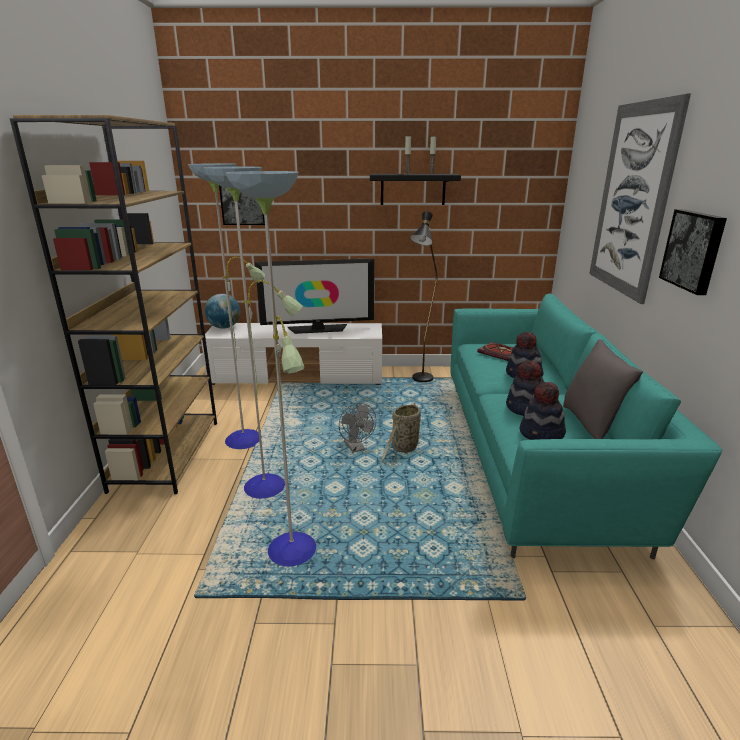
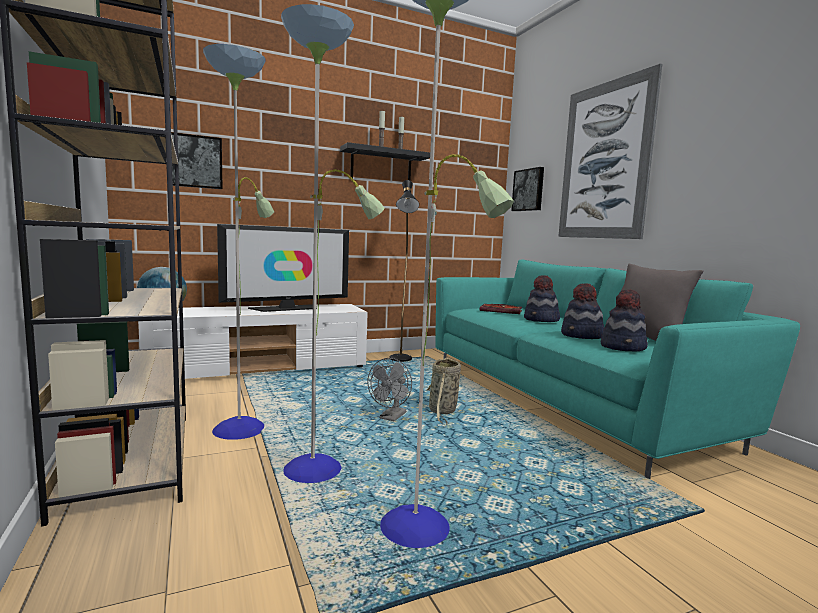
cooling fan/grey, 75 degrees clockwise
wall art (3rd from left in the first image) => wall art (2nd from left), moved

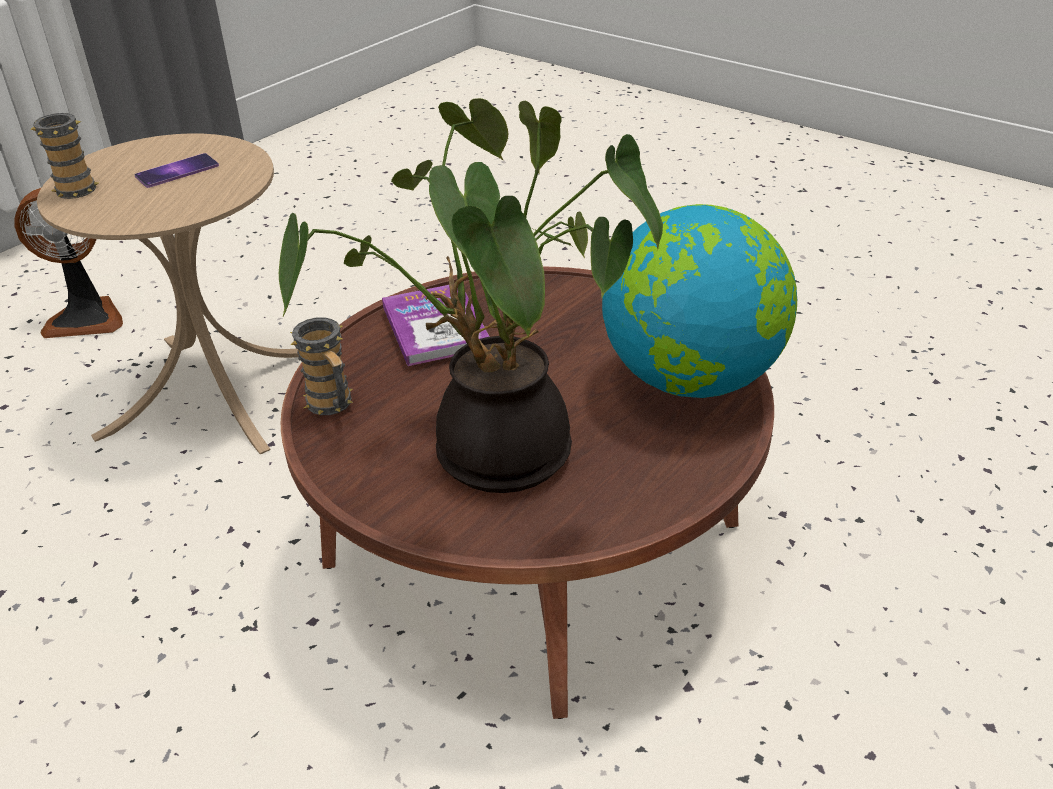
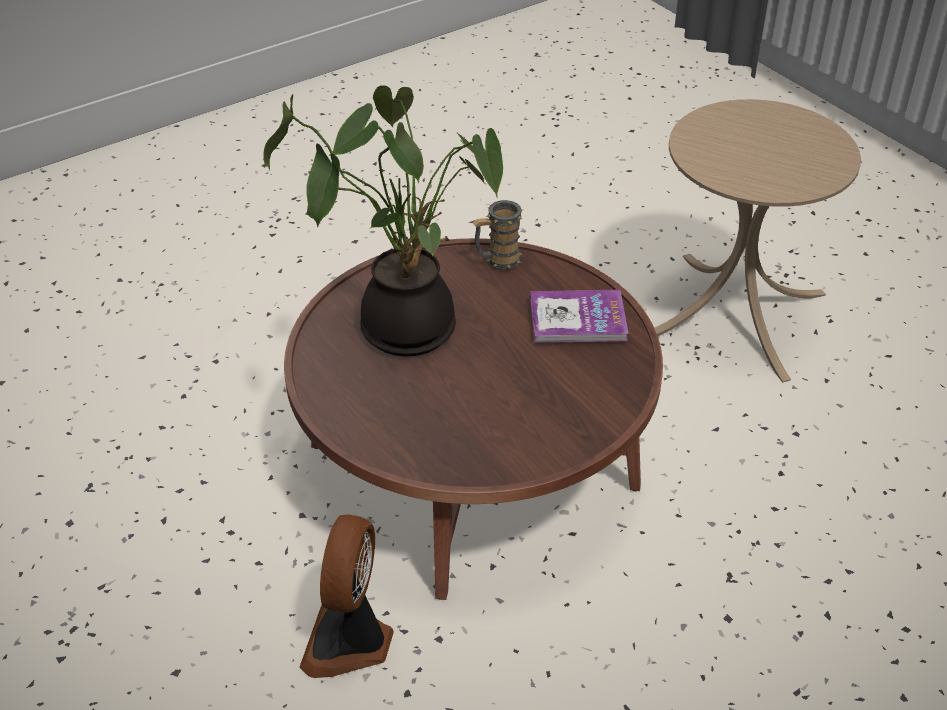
cooling fan, moved
mug (1st from left) => nothing
telephone => nothing
desk globe => nothing

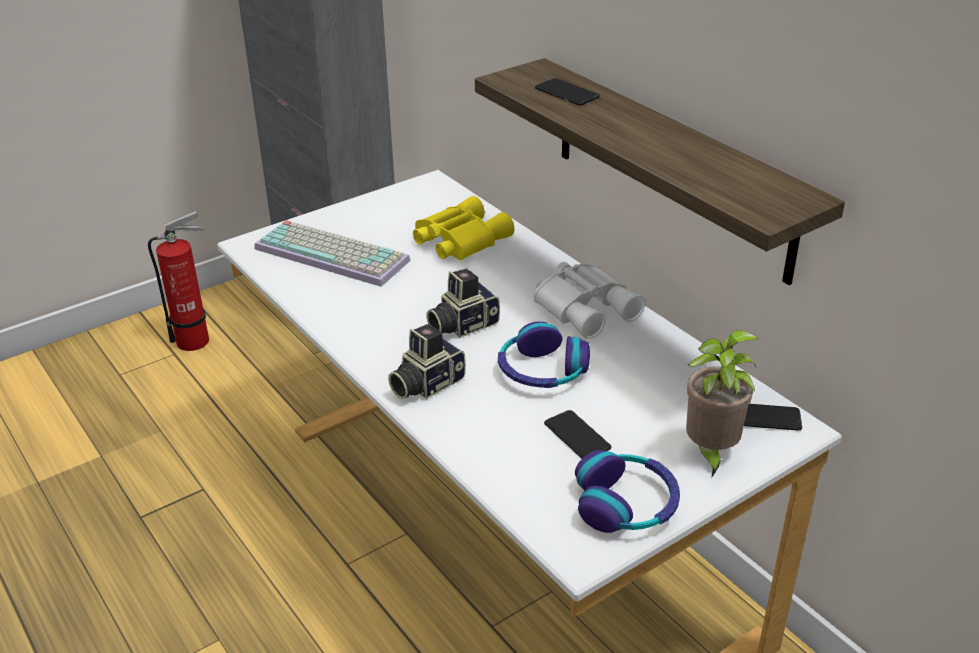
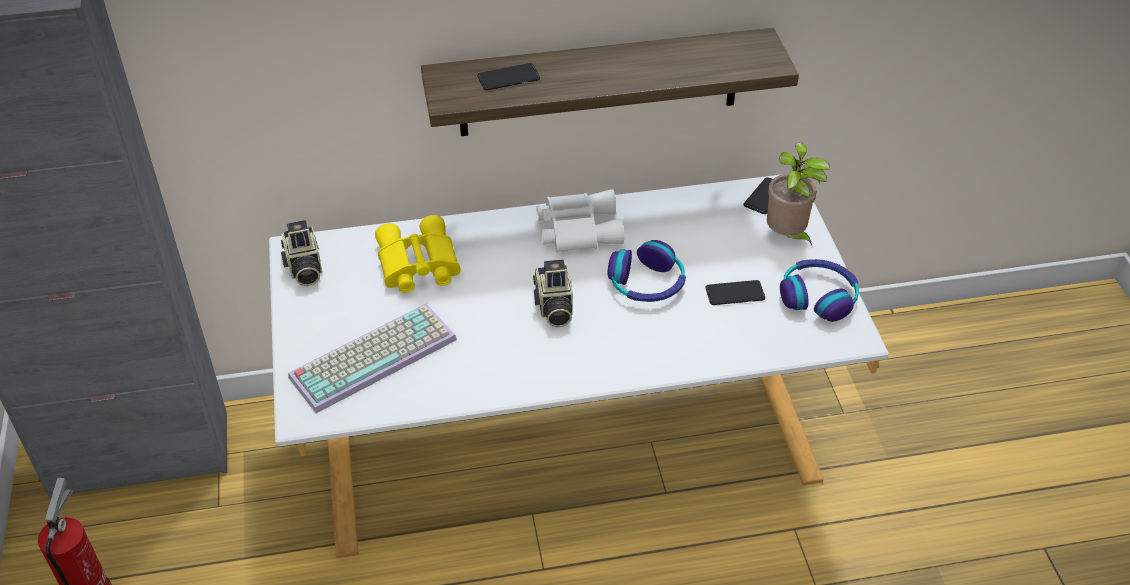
still camera (1st from left), moved

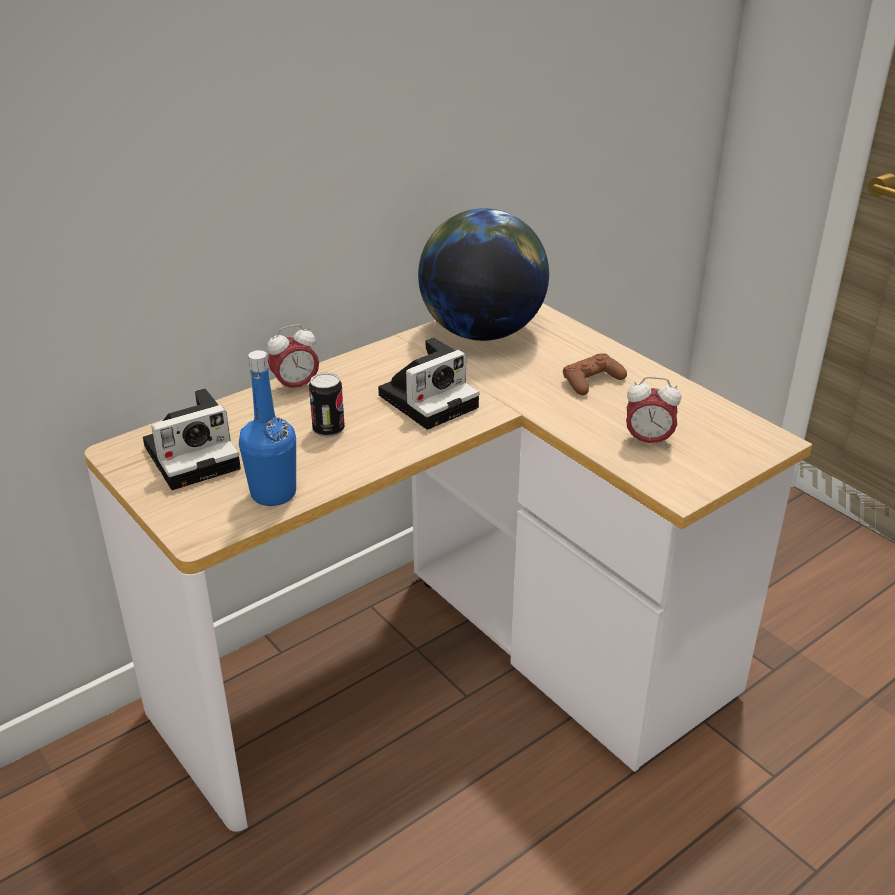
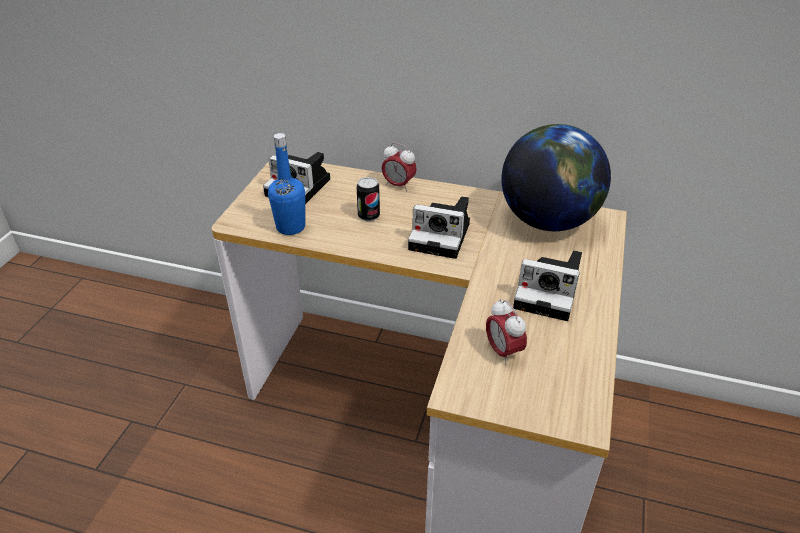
game controller/brownish => still camera (3rd from left)

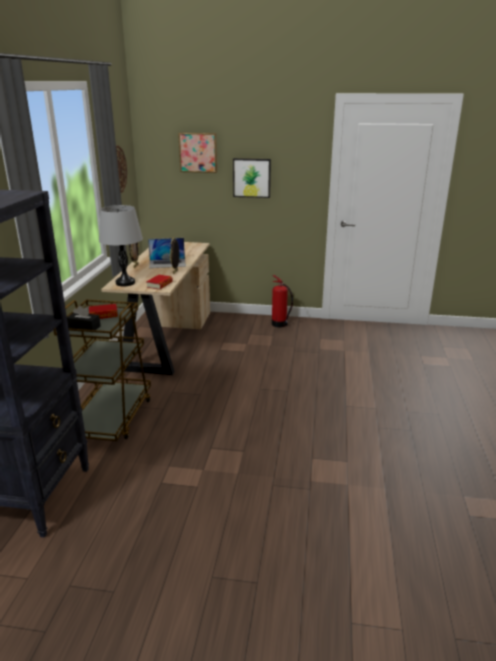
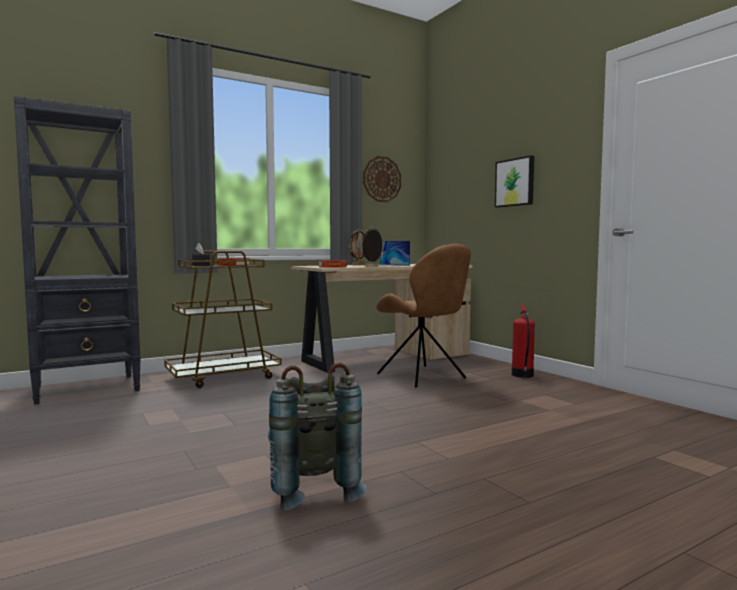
tabletop lamp/grey => nothing
wall art (1st from left) => nothing
nothing => rucksack/grey
nothing => upright chair/brownish

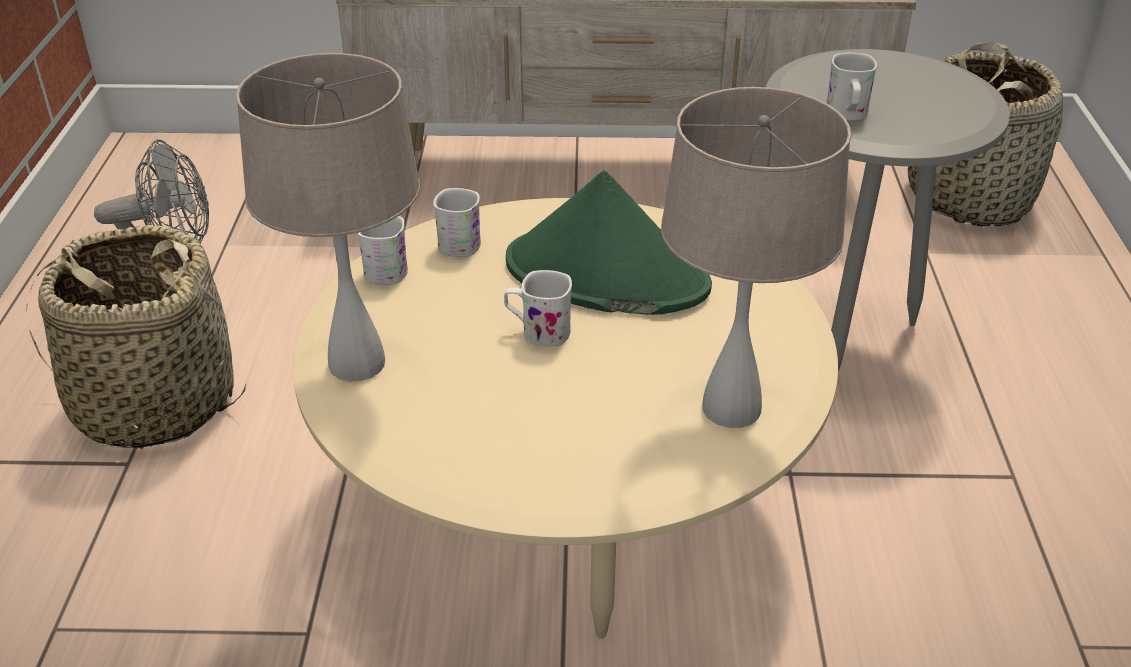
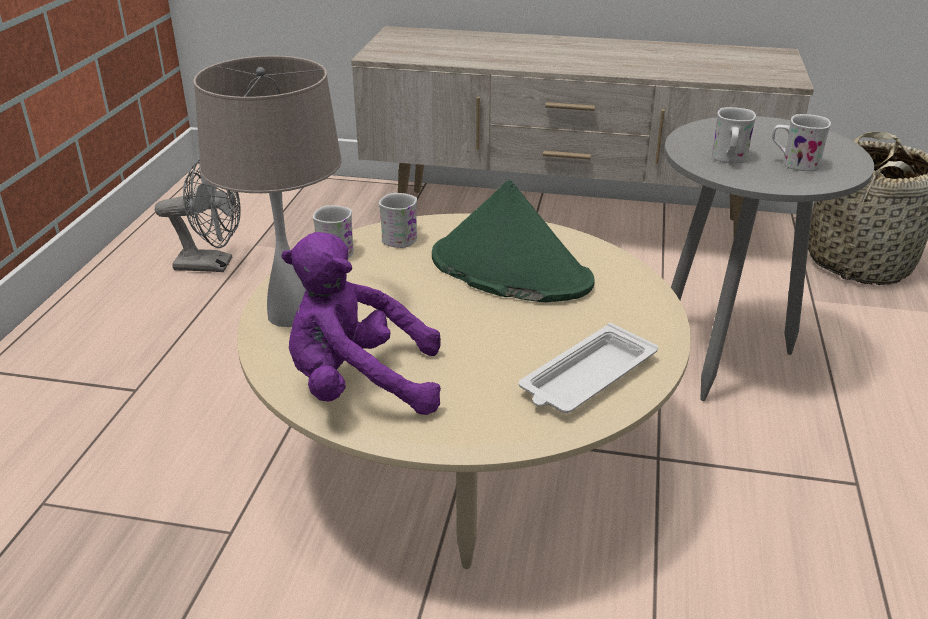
basket (1st from left) => nothing
mug/white (3rd from left in the first image) => mug/white (4th from left), moved
tabletop lamp/beige (2nd from left) => carrying tray/white
nothing => cuddly toy/purple-coloured

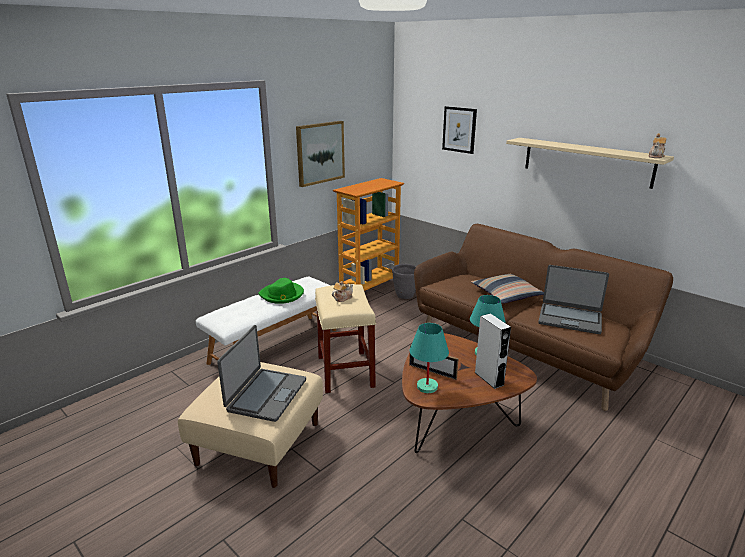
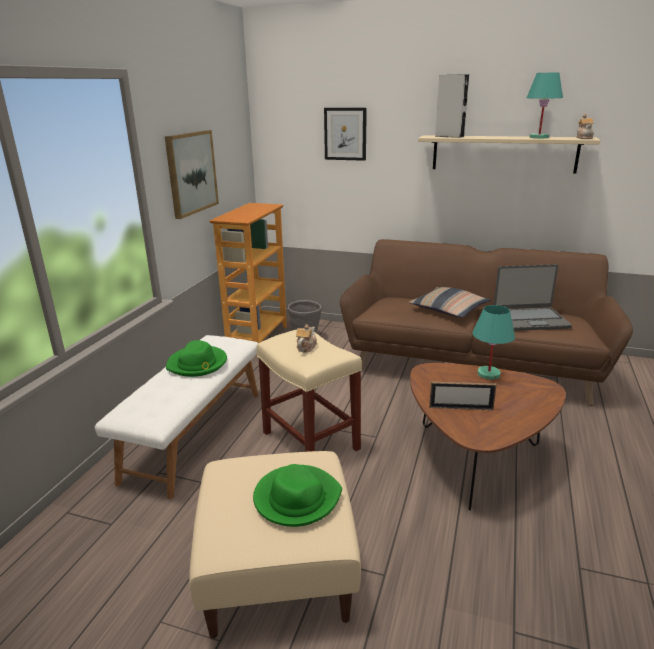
laptop (1st from left) => wearable hat/green (2nd from left)
tabletop lamp/blue-green (1st from left in the first image) => tabletop lamp/blue-green (2nd from left), moved
loudspeaker/grey, moved

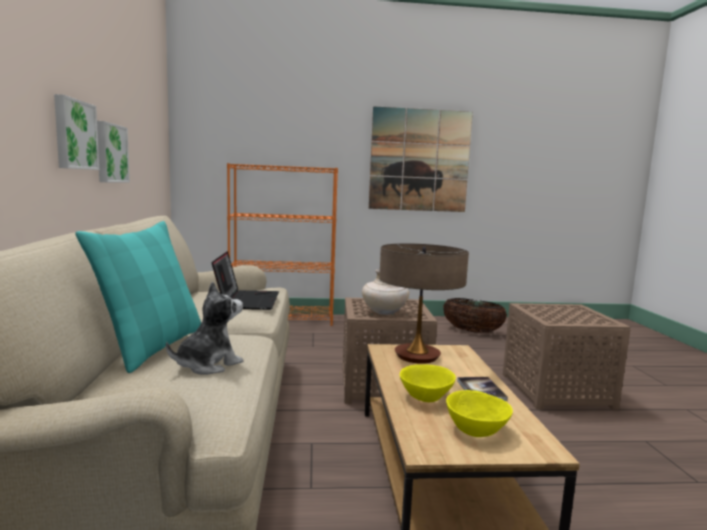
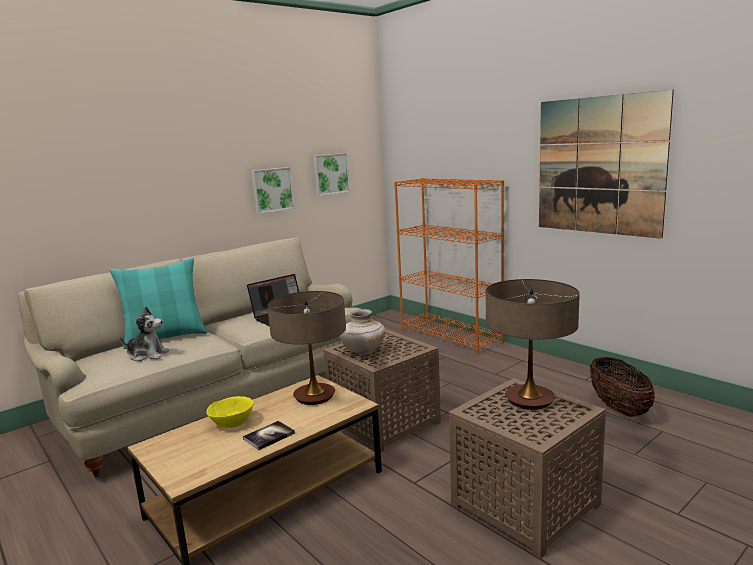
wall art (1st from left in the first image) => wall art (2nd from left), moved
bowl/yellow (2nd from left) => nothing
nothing => tabletop lamp (2nd from left)

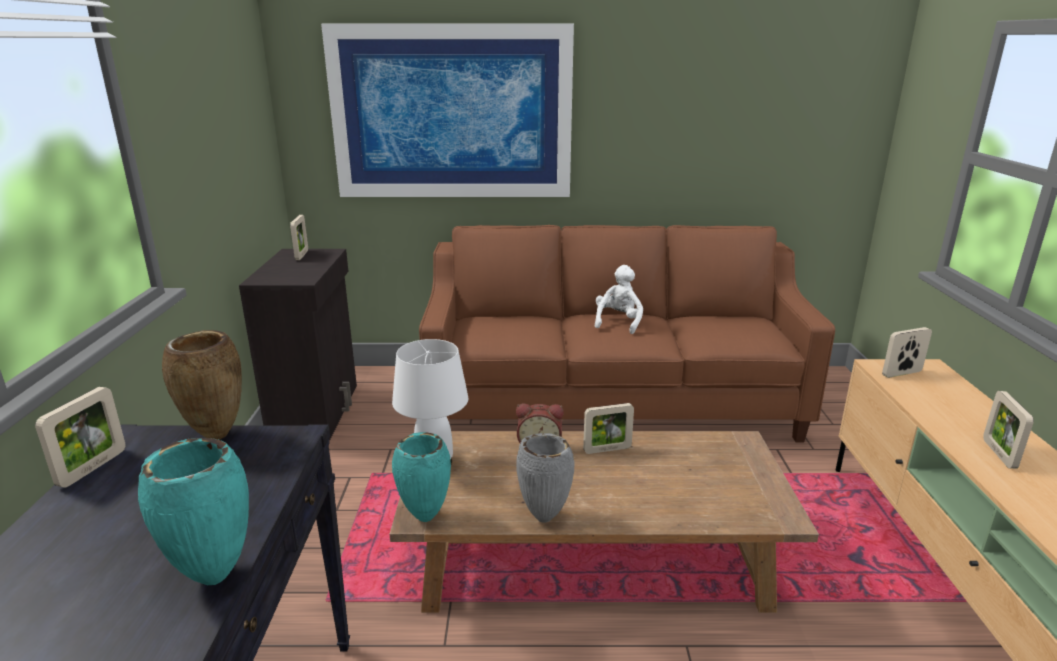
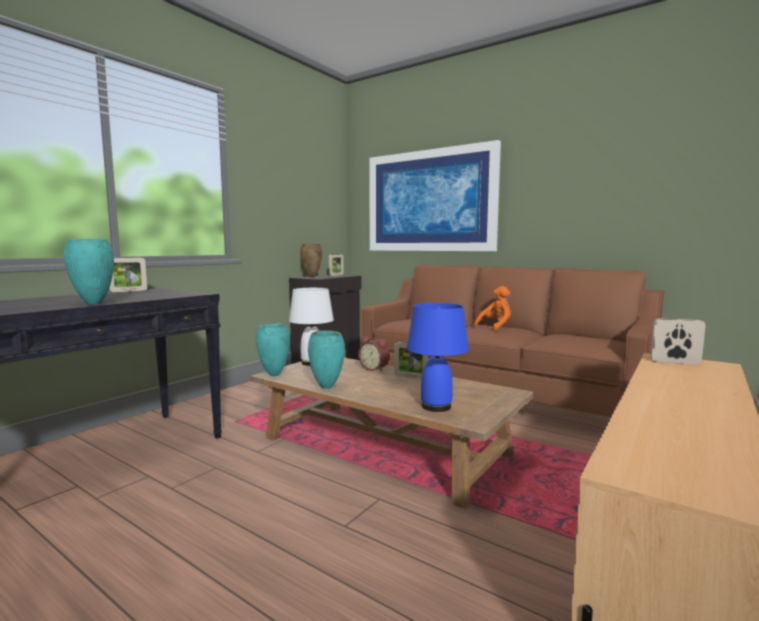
flower vase/brownish, moved
flower vase/grey => flower vase/blue-green (3rd from left)
cuddly toy/white => cuddly toy/orange-coloured
picture frame (5th from left) => nothing
nothing => tabletop lamp/blue

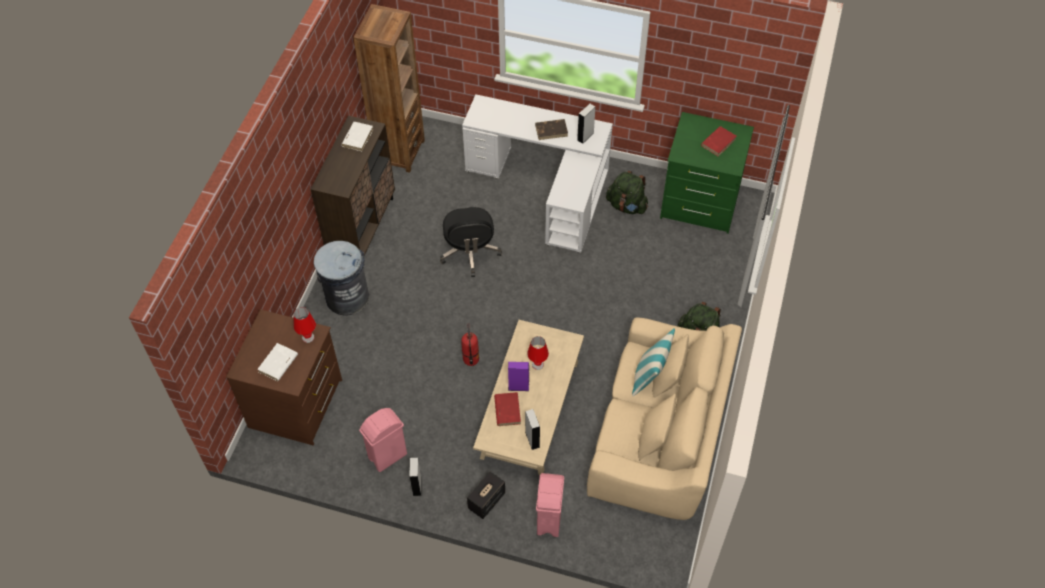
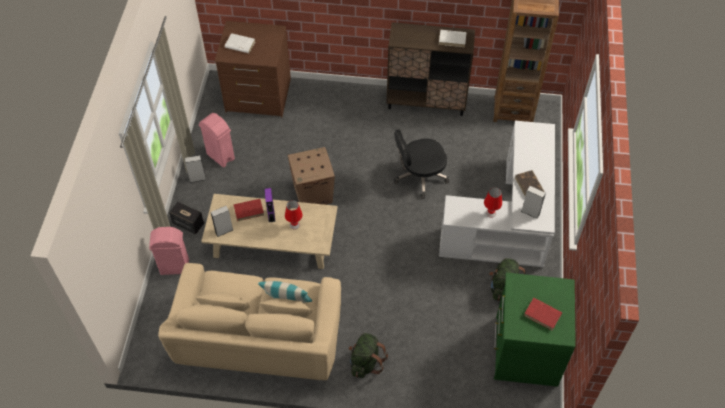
tabletop lamp/reddish (1st from left in the first image) => tabletop lamp/reddish (2nd from left), moved
rubbish bin/grey => nothing
fire extinguisher => carton

